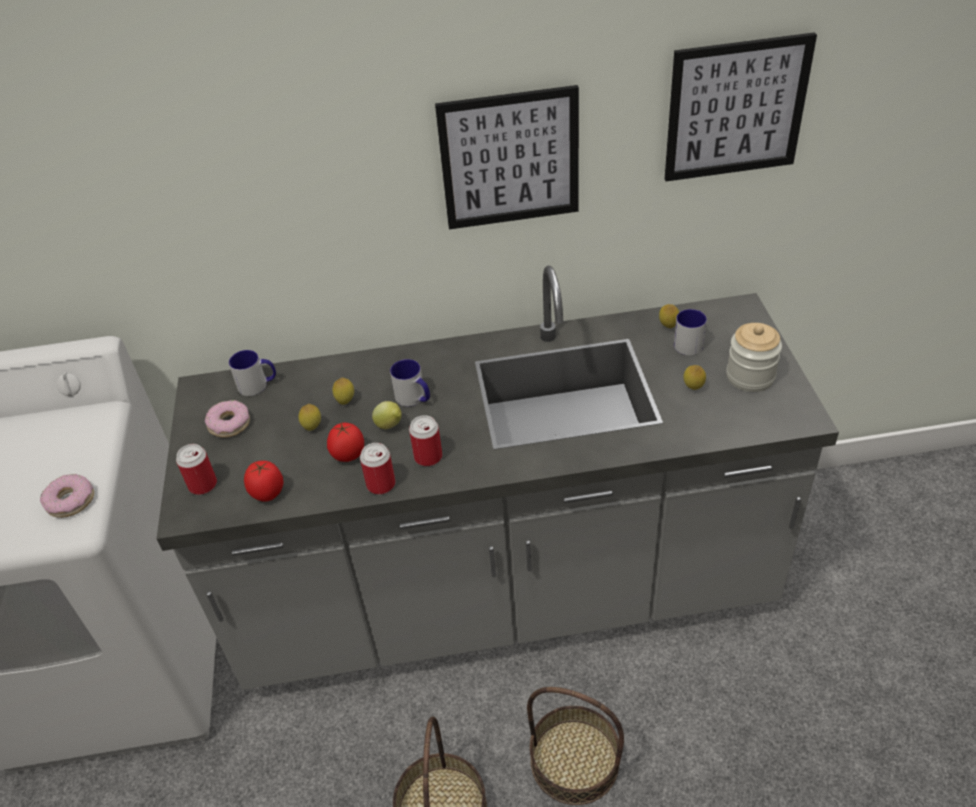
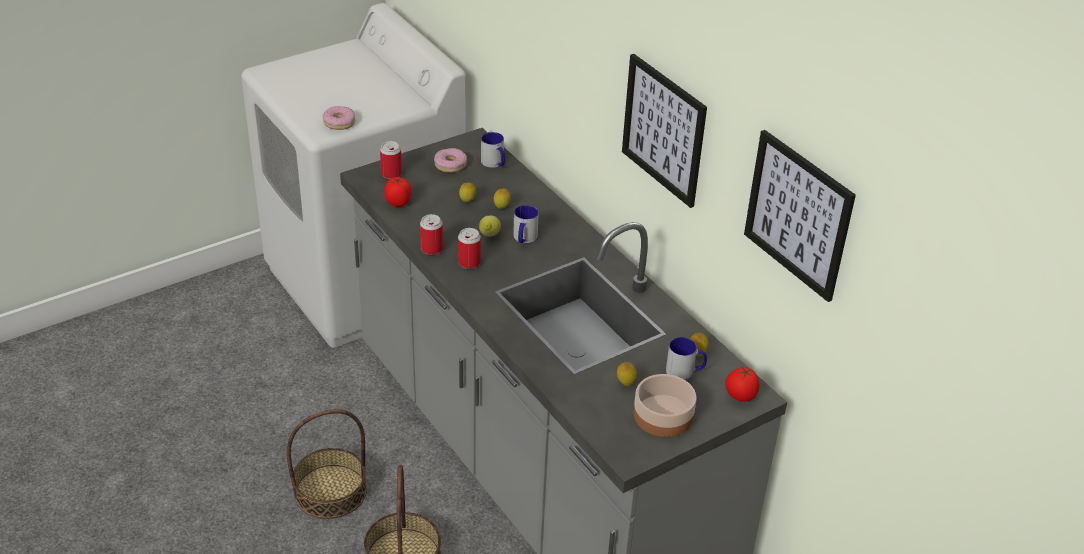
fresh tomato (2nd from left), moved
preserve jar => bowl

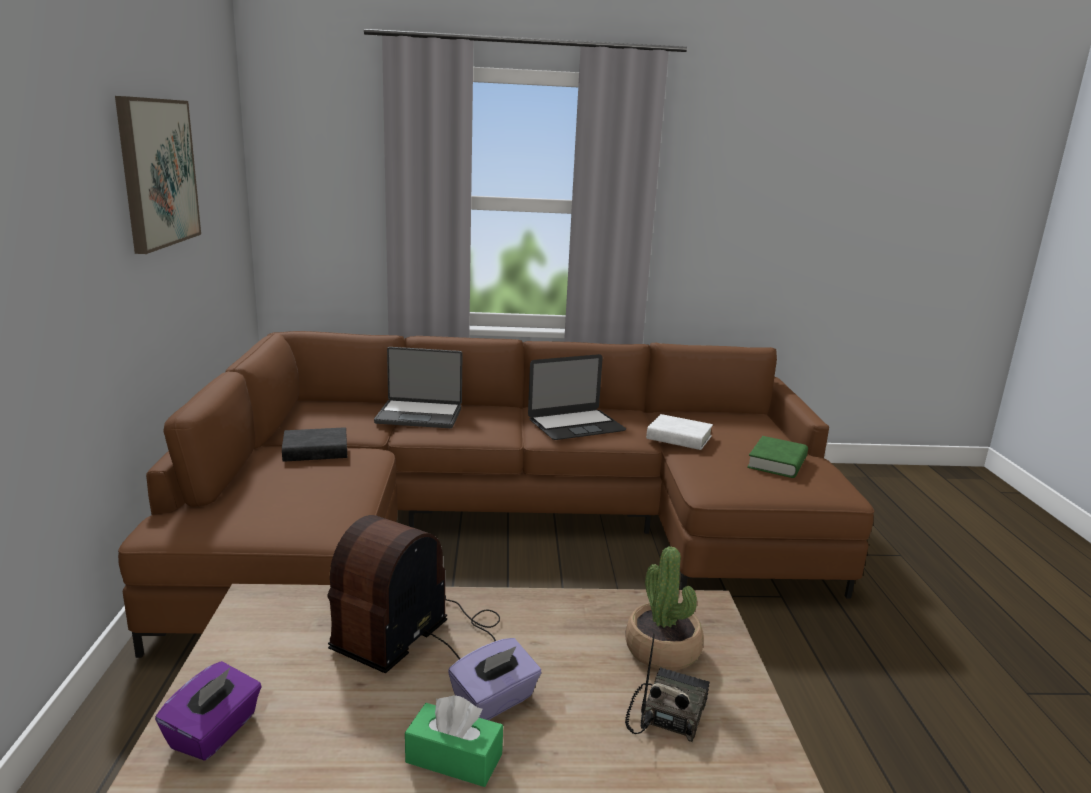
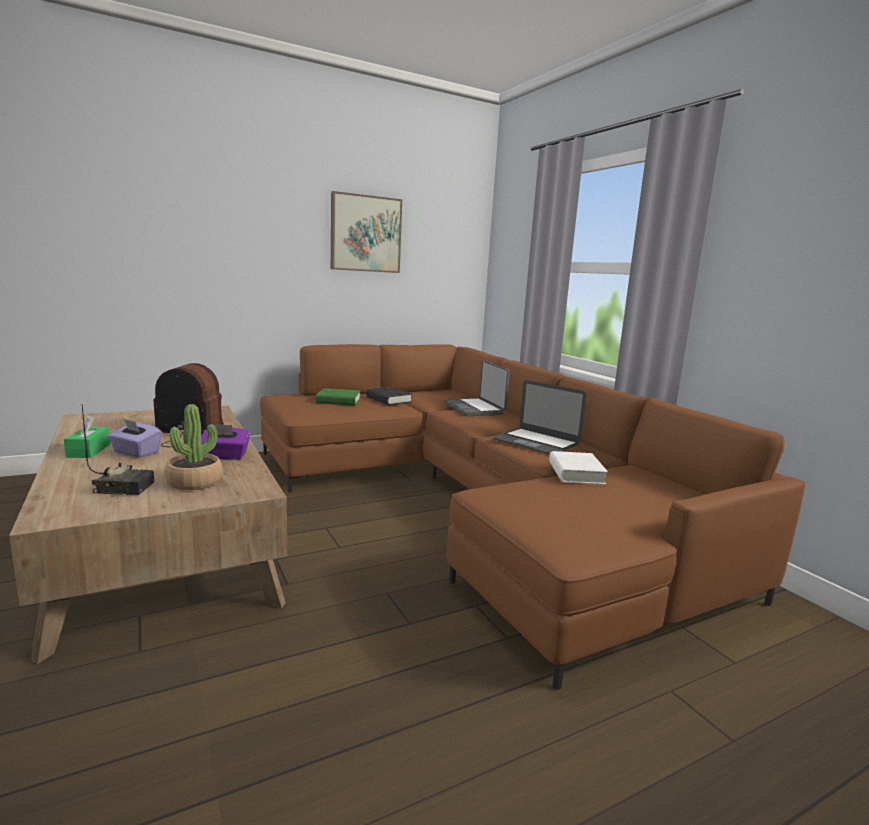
box of tissues/purple-coloured (1st from left in the first image) => box of tissues/purple-coloured (2nd from left), moved
volume/green, moved

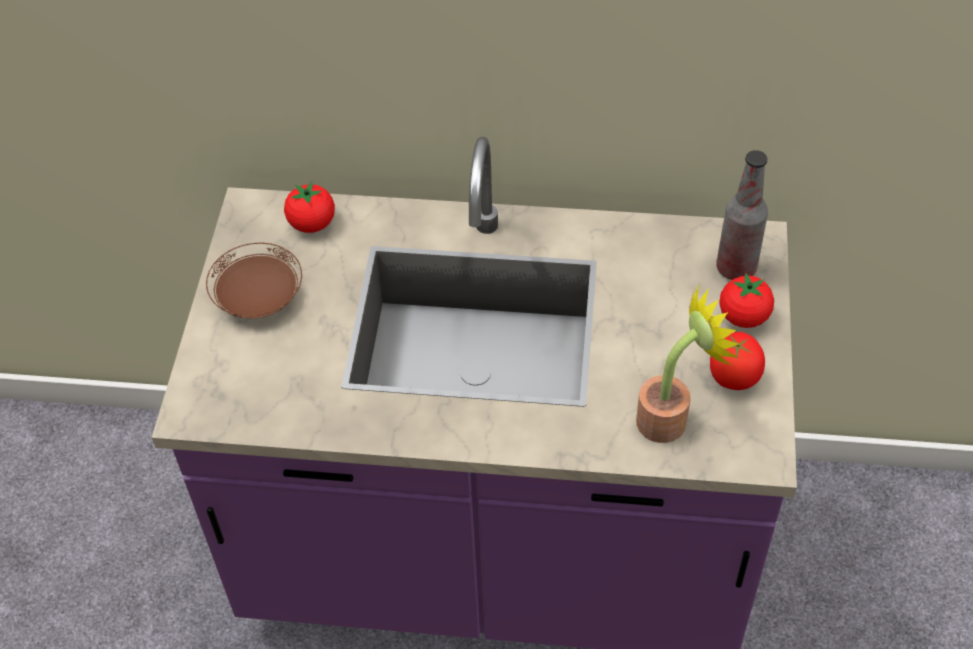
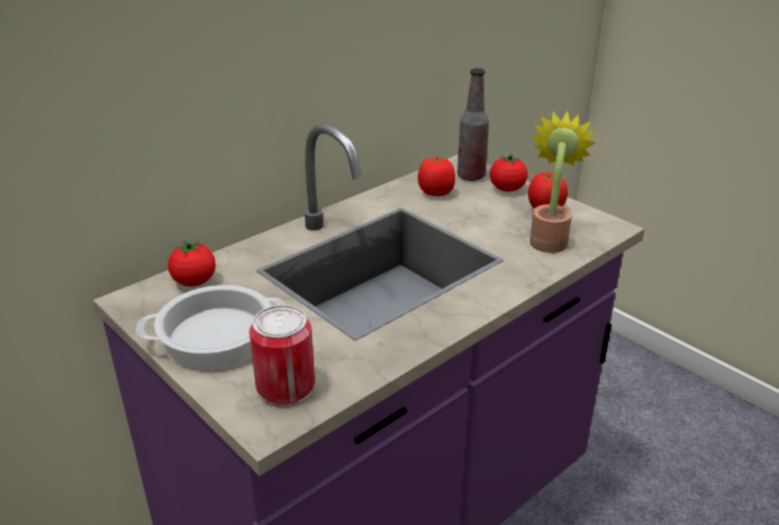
flat dish/brownish => saucepot
nothing => metal can
nothing => fresh tomato (2nd from left)

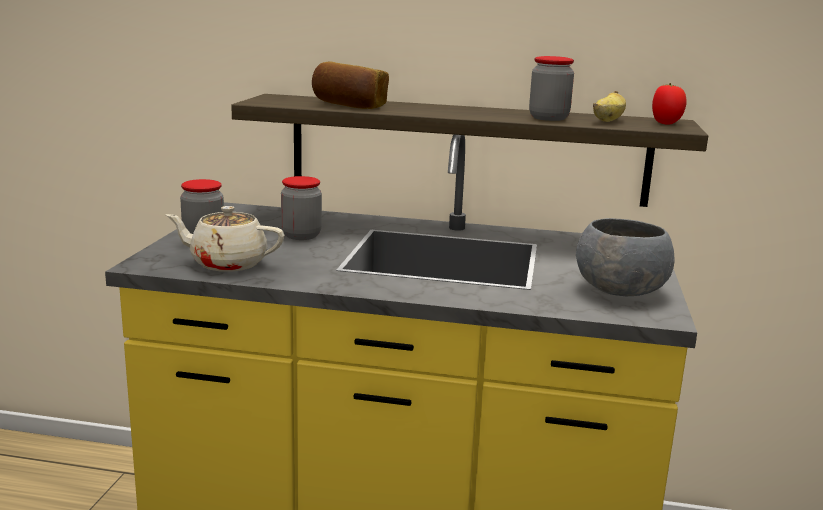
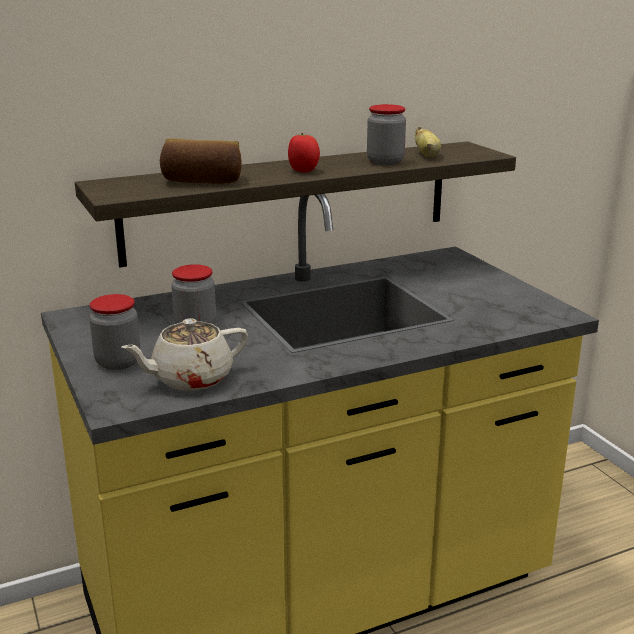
bowl/grey => nothing
fresh tomato, moved

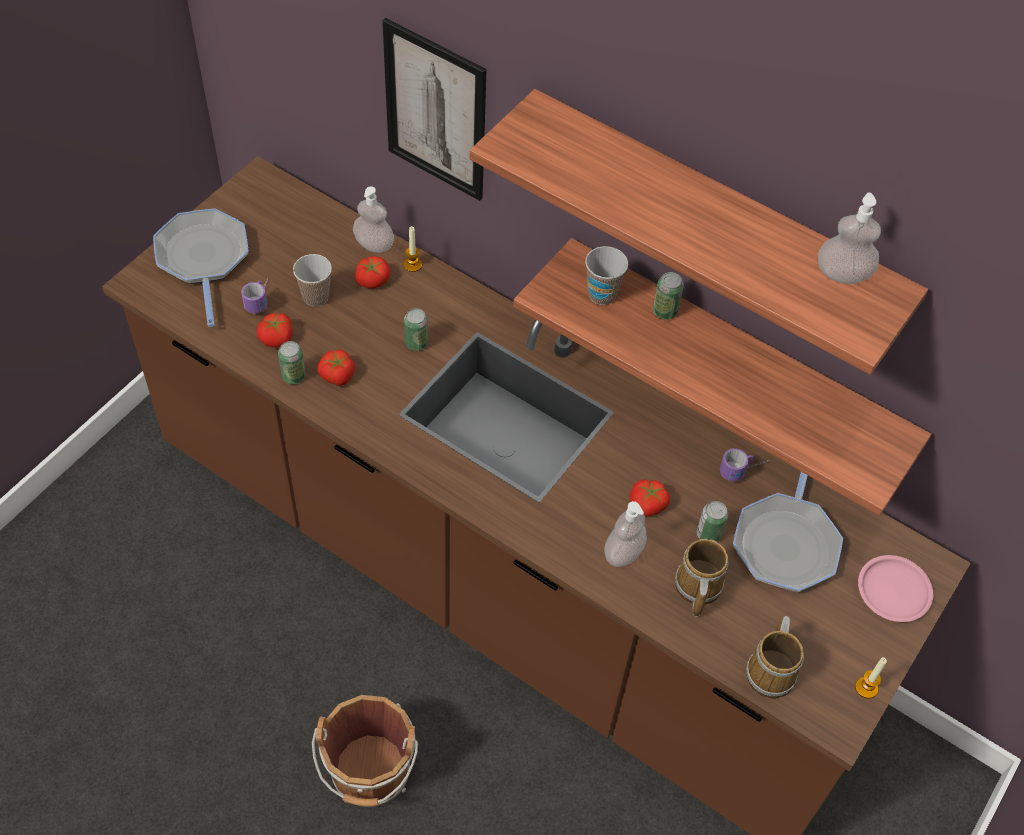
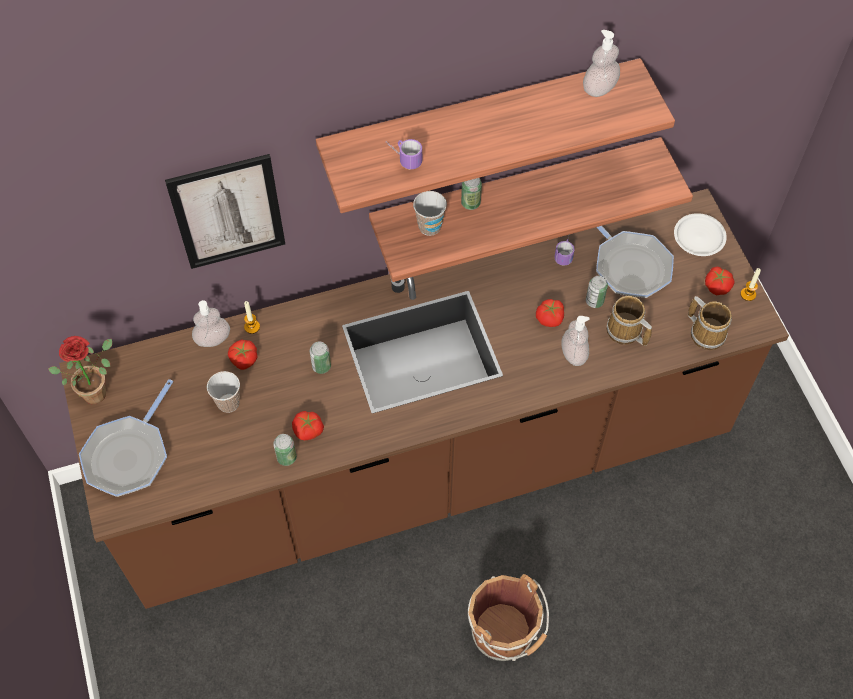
frying pan (1st from left), 90 degrees counterclockwise
mug (1st from left), moved
fresh tomato (1st from left in the first image) => fresh tomato (4th from left), moved
flat dish/pink => flat dish/white
nothing => houseplant

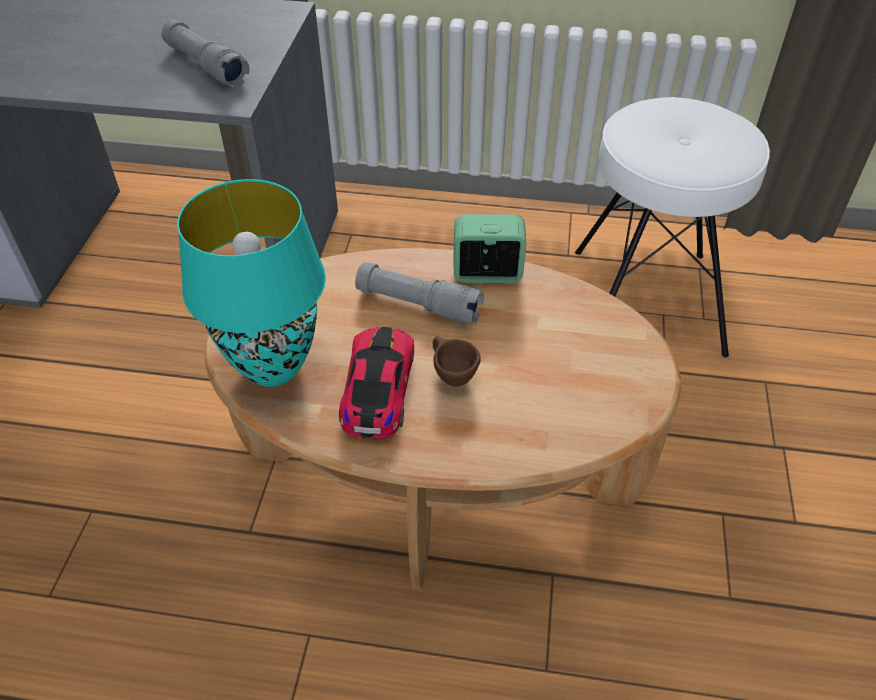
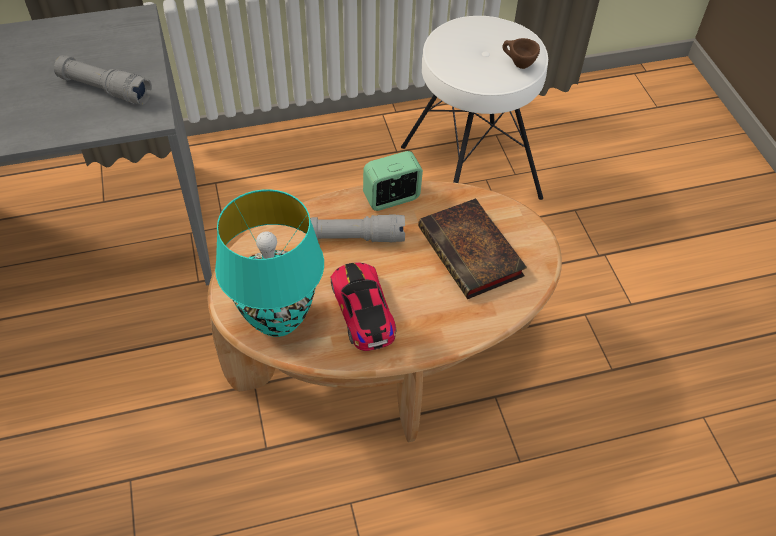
cup/brownish, moved
nothing => volume

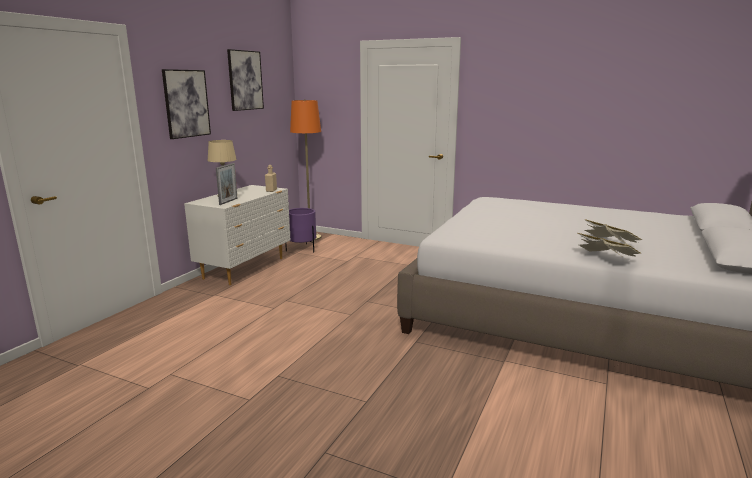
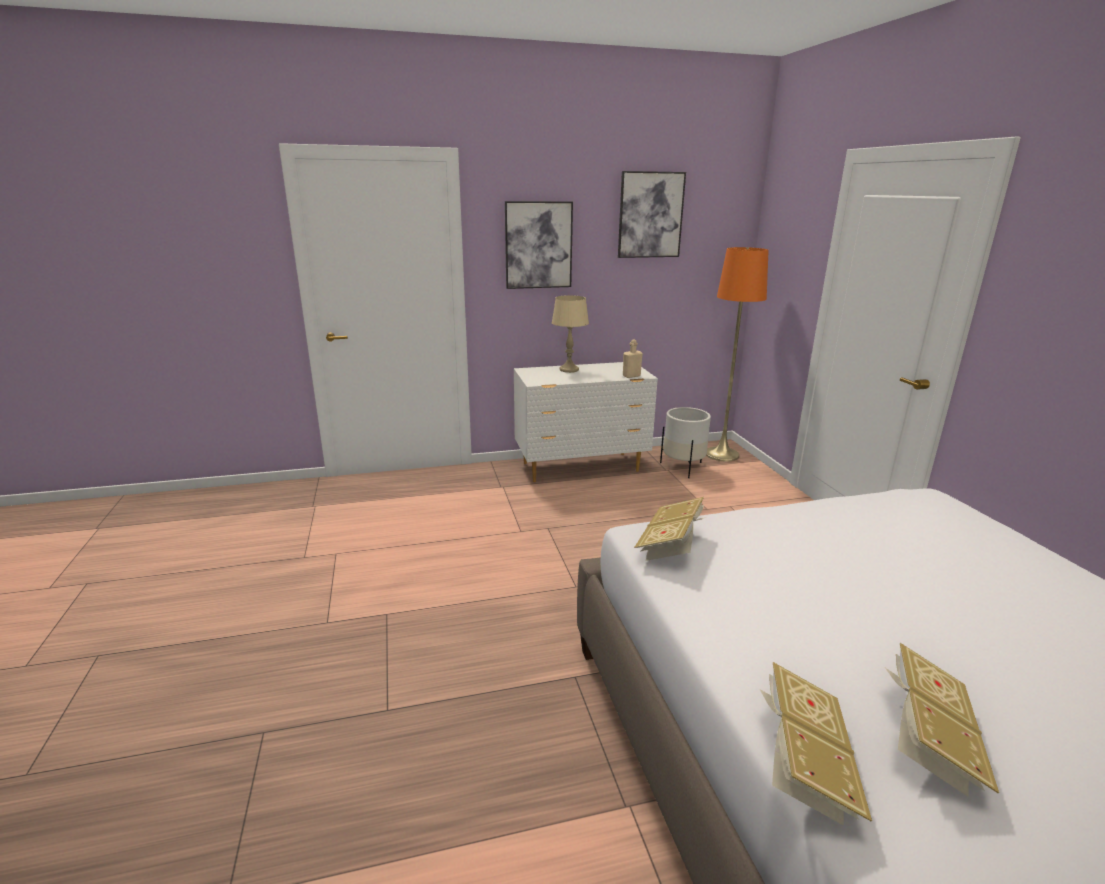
picture frame => nothing
planter/purple-coloured => planter/white
nothing => volume (1st from left)

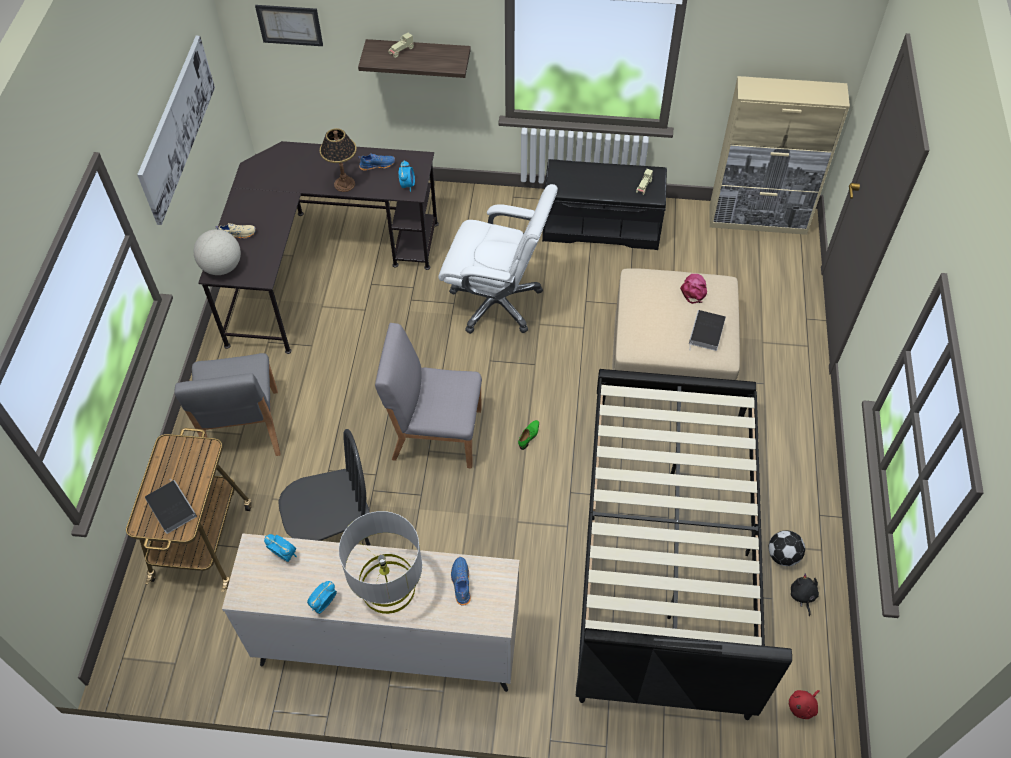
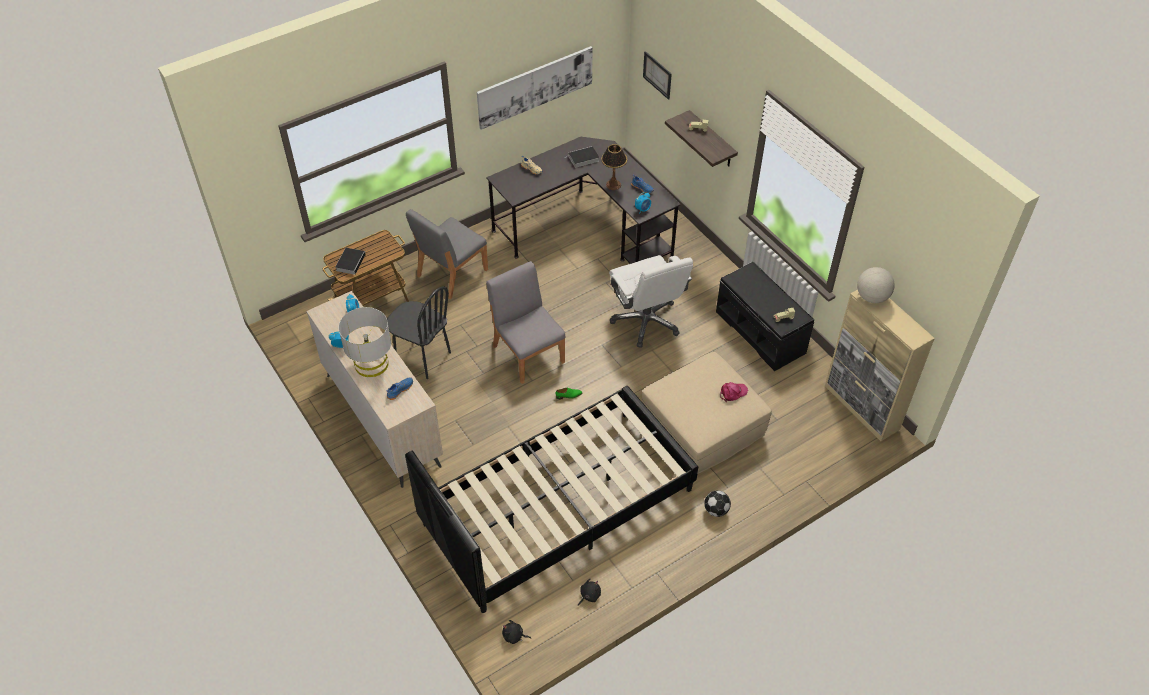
desk globe, moved
volume (2nd from left), moved
ball for football, moved
cuddly toy/reddish => cuddly toy/blackish (1st from left)

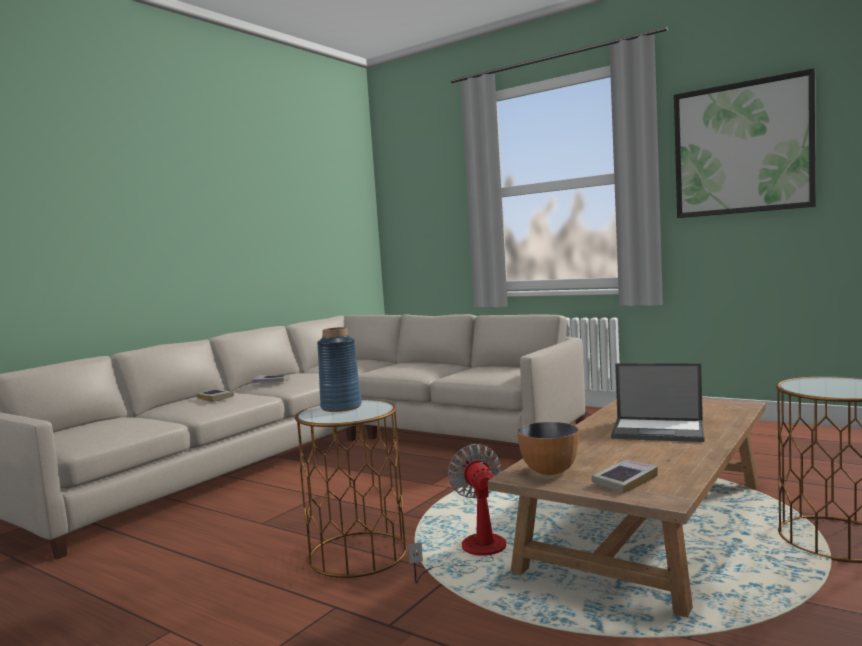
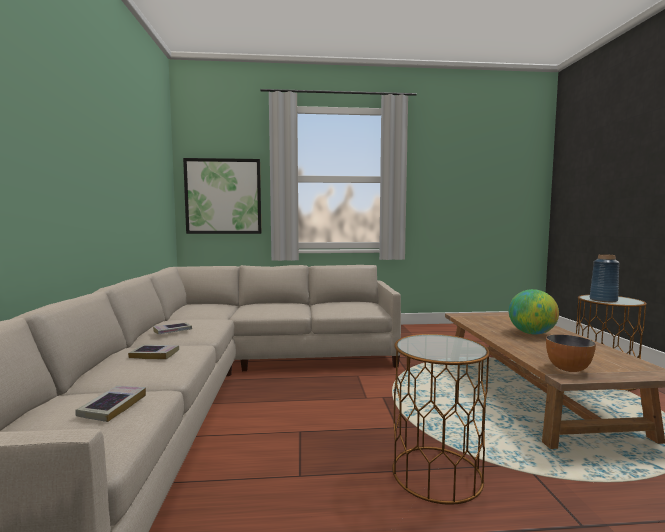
flower vase/blue, moved
cooling fan => nothing
volume (3rd from left in the first image) => volume (1st from left), moved
laptop => desk globe
wall art, moved

